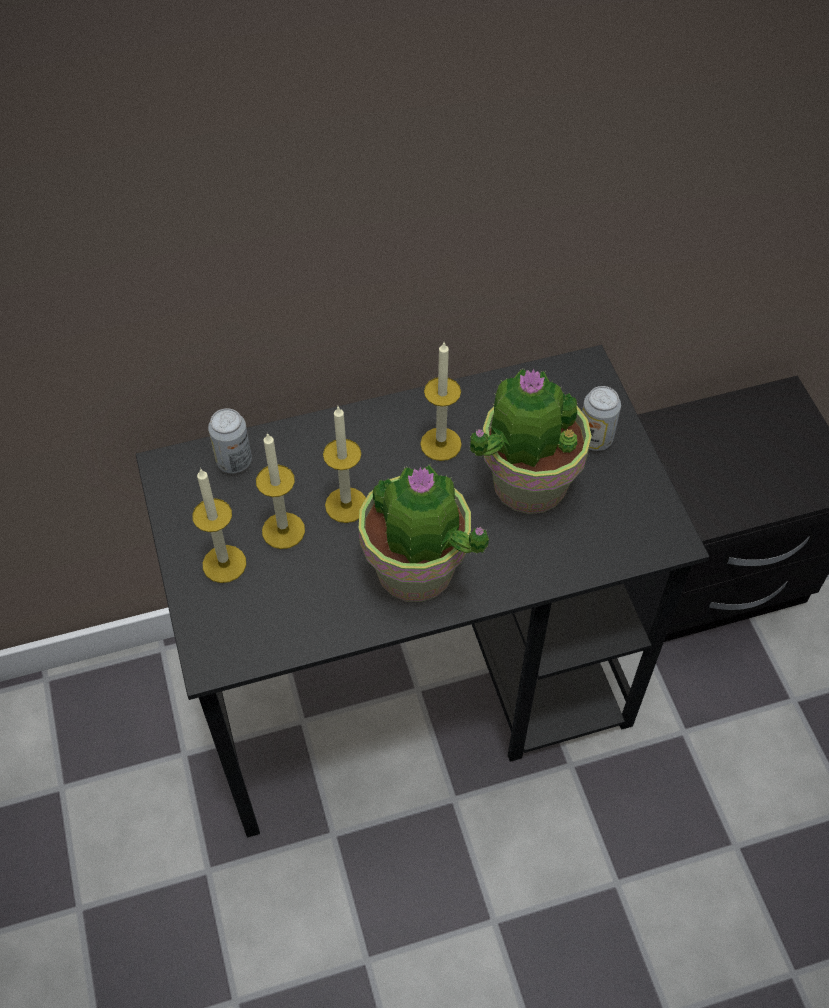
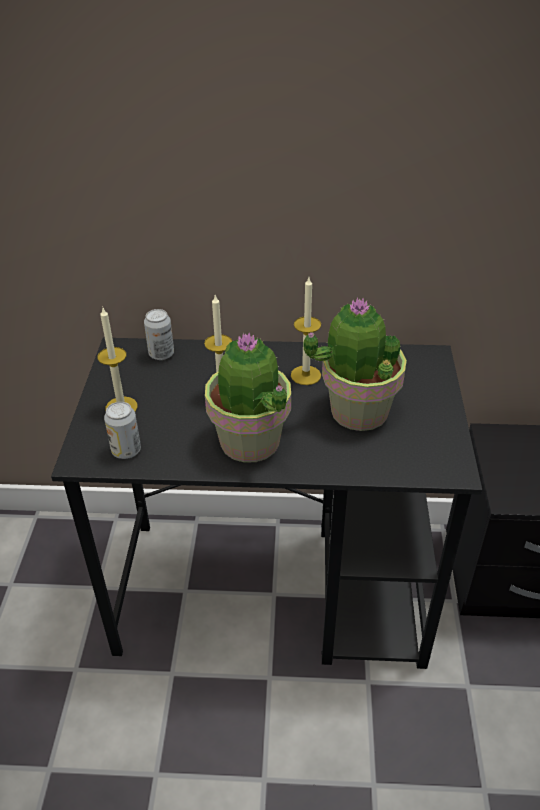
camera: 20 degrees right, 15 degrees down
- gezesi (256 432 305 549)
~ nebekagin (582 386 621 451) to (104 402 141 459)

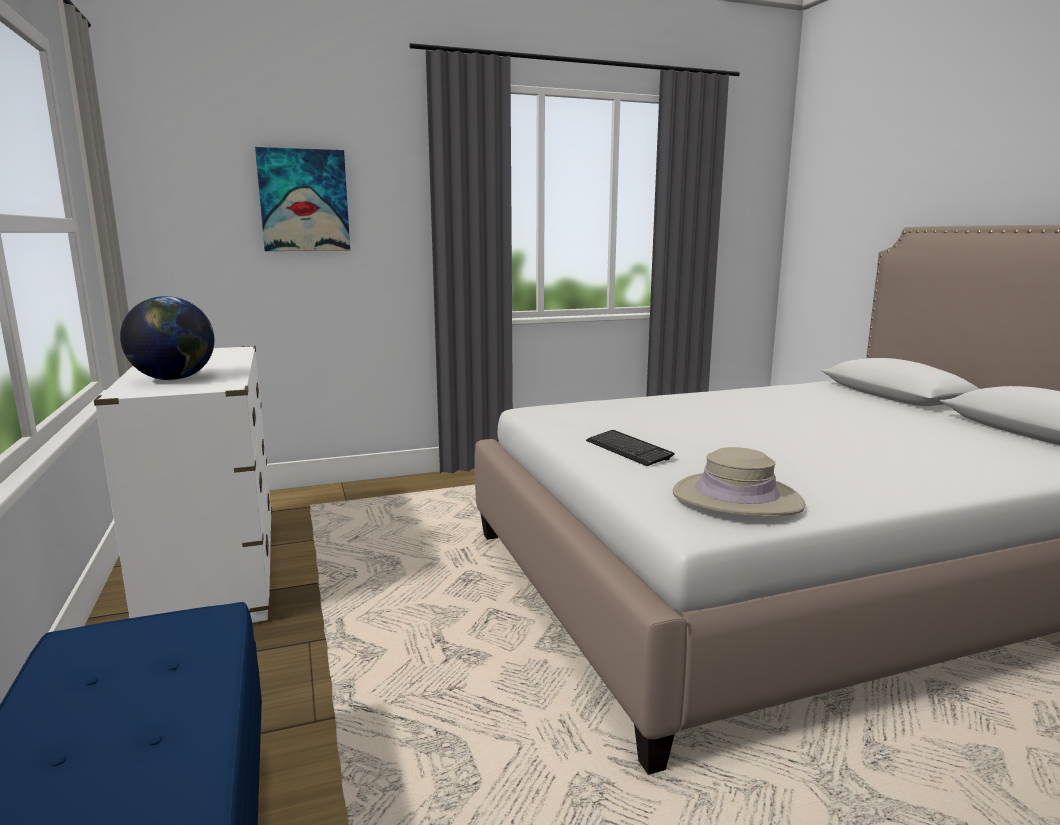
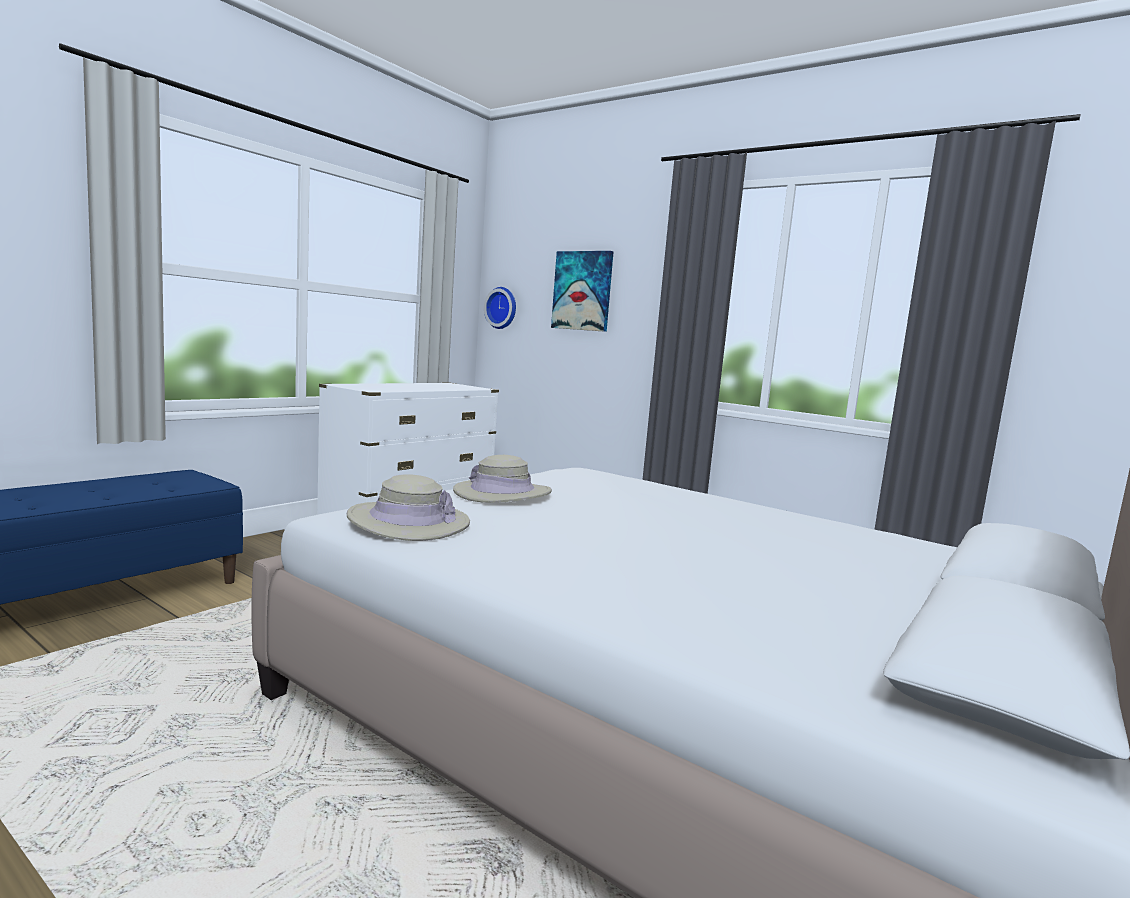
camera: 55 degrees right, 5 degrees down
- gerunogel (120 296 214 380)
~ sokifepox (586 430 675 466) to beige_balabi (453 455 552 503)
+ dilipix (484 287 516 329)

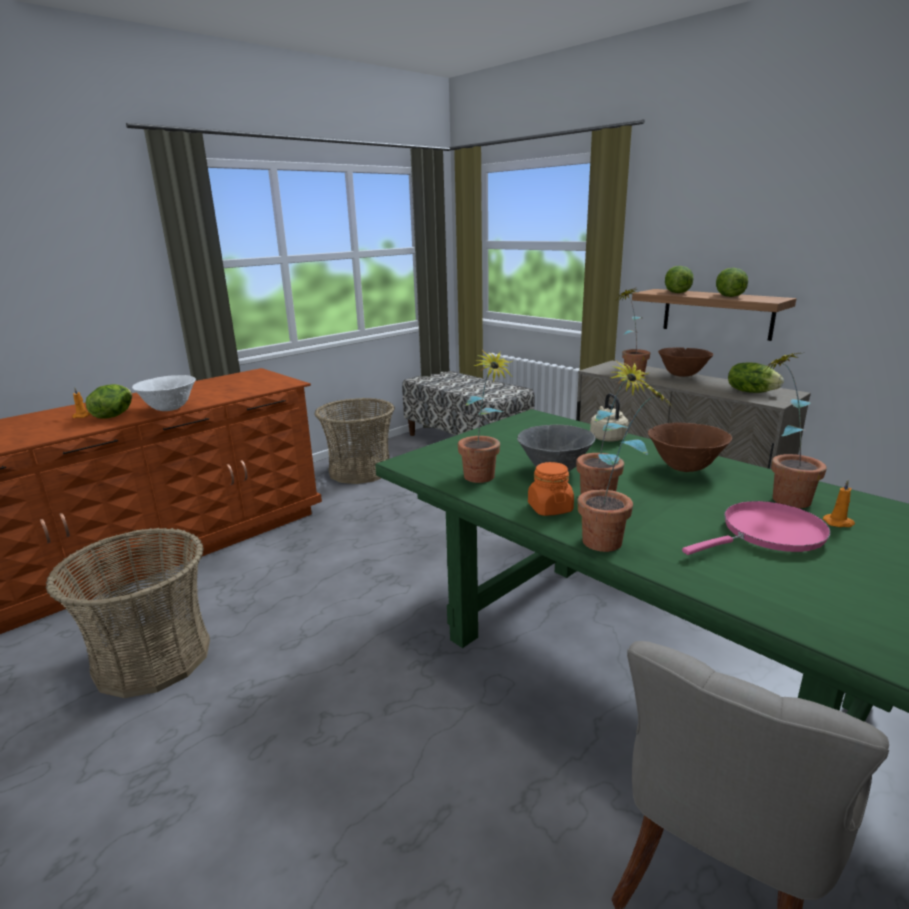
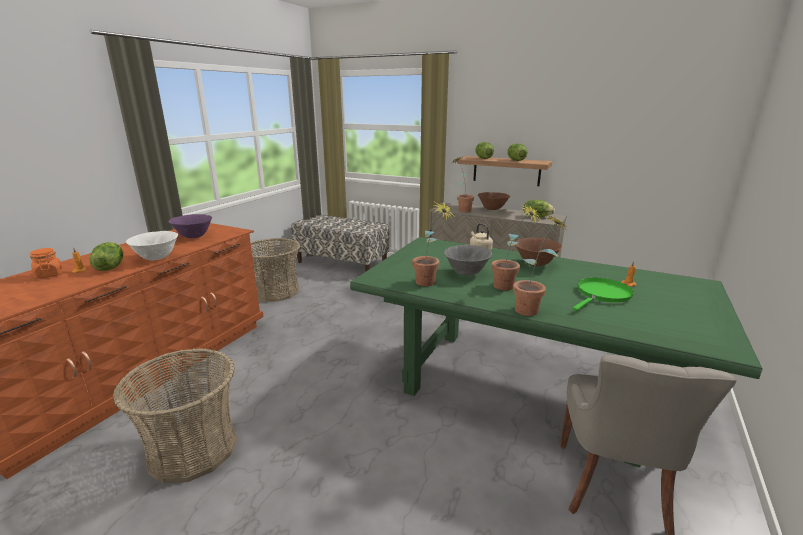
camera: 20 degrees left, 0 degrees up
~ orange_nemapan (528 462 574 516) to (30 248 62 279)
~ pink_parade (682 501 831 555) to green_parade (573 278 634 311)
- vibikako (761 352 827 508)
+ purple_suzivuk (168 214 212 238)

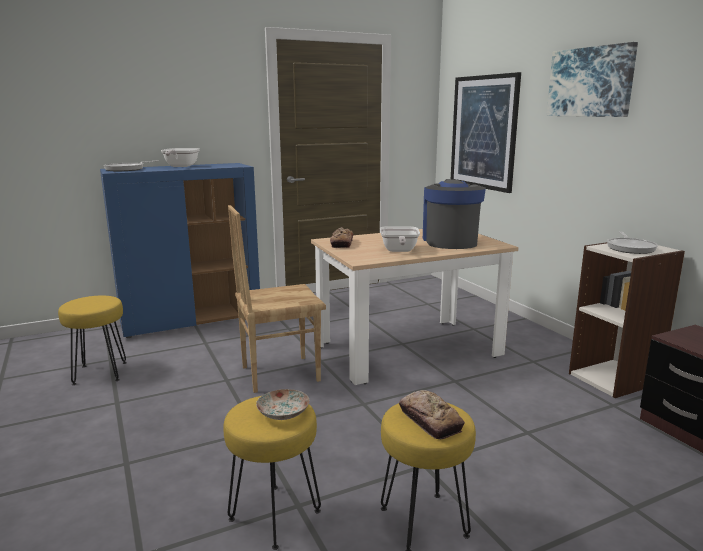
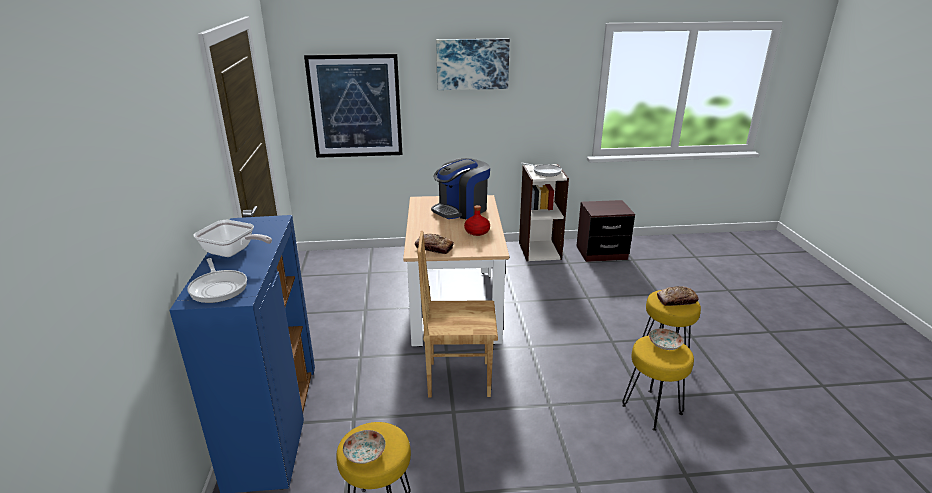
camera: 70 degrees left, 10 degrees up
~ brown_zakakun (228 205 326 393) = (418 231 498 398) 90 degrees clockwise
~ parade (380 226 420 252) to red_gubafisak (464 205 490 236)
~ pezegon (423 179 486 249) = (431 158 490 219) 60 degrees counterclockwise
+ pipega (343 430 386 464)

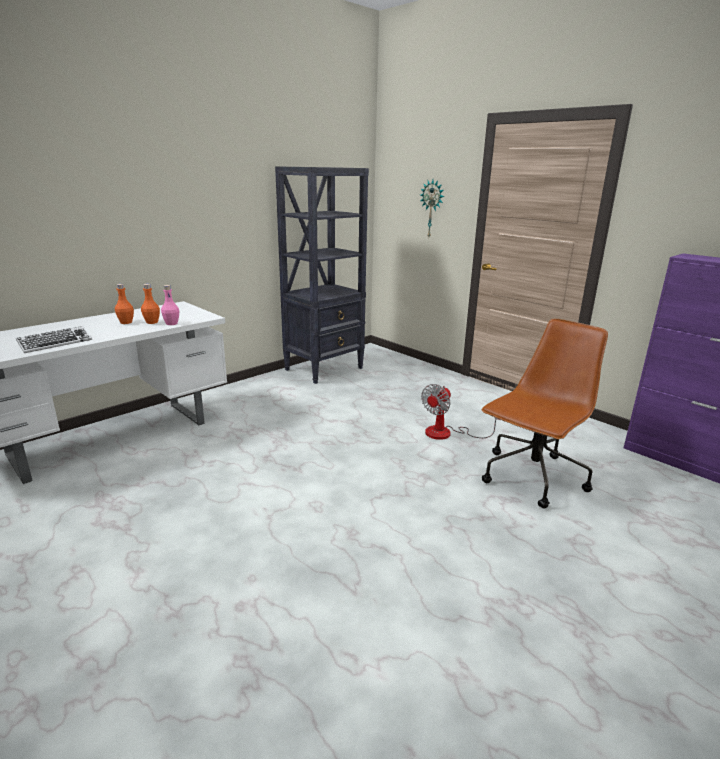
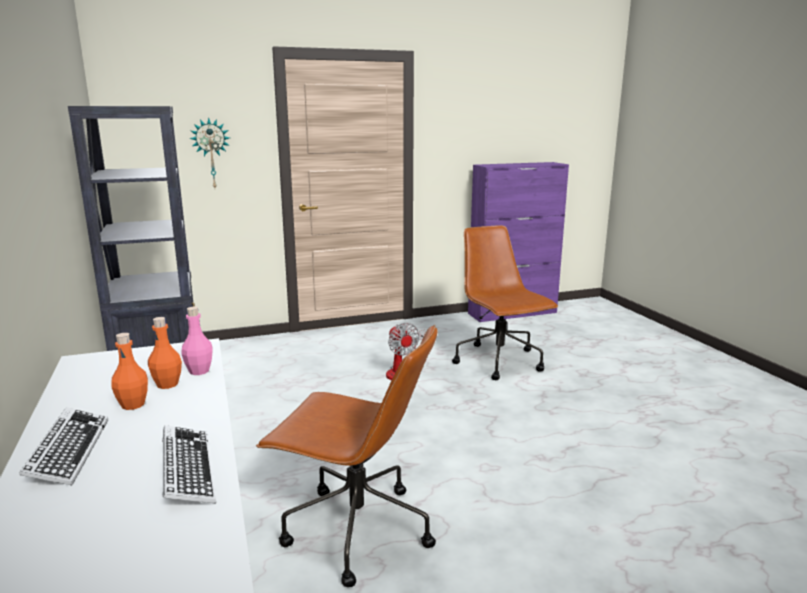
camera: 65 degrees left, 5 degrees down
+ sokifepox (19 407 108 485)
+ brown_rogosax (256 324 438 587)

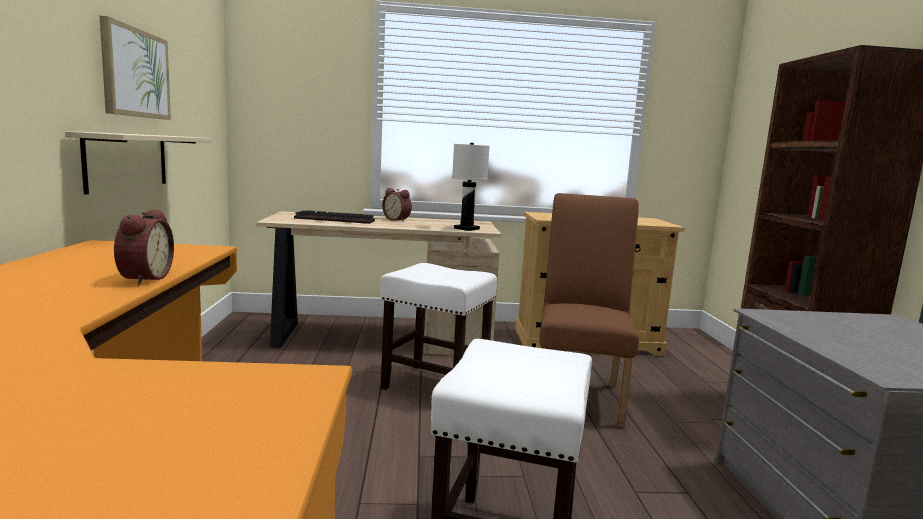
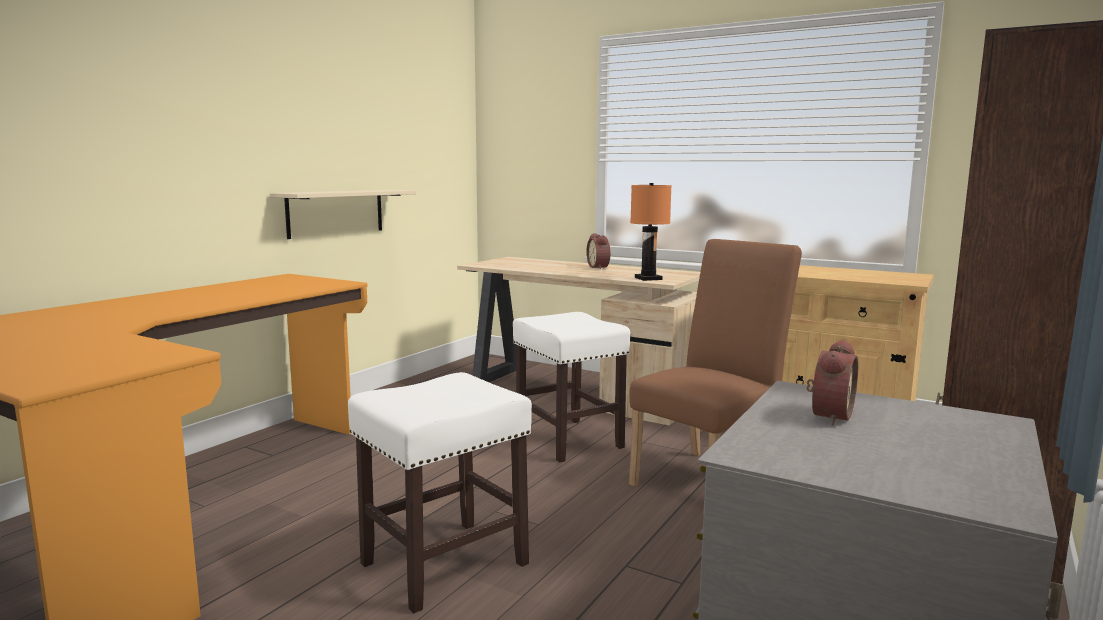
camera: 35 degrees right, 0 degrees up
- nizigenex (99 15 171 120)
~ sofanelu (114 209 174 285) to (806 340 858 425)
- sokifepox (294 210 375 224)
~ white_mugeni (452 143 490 231) to orange_mugeni (630 183 672 281)

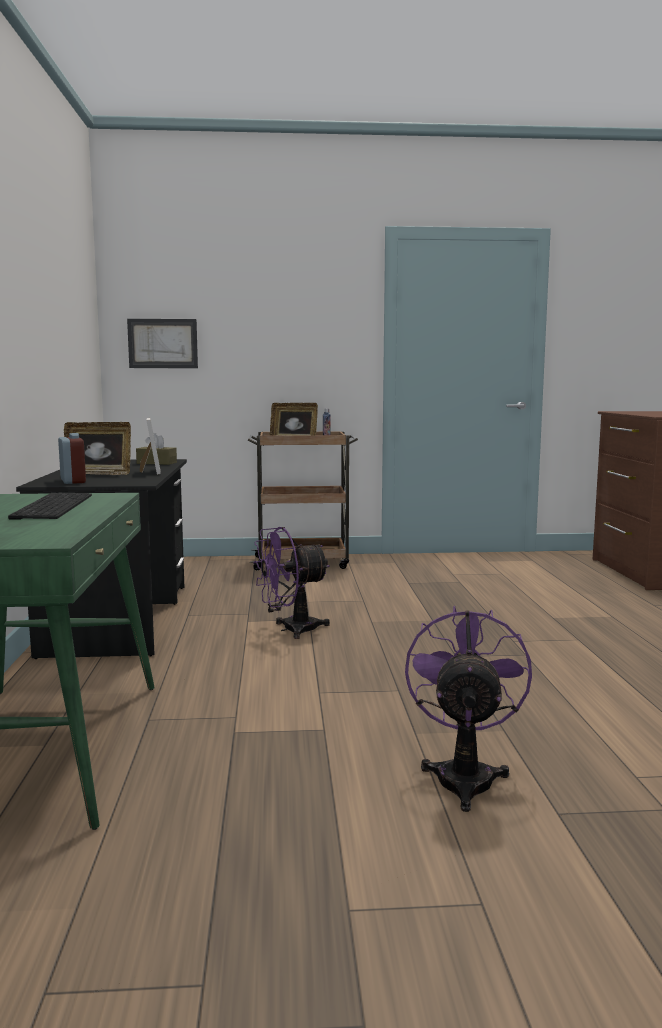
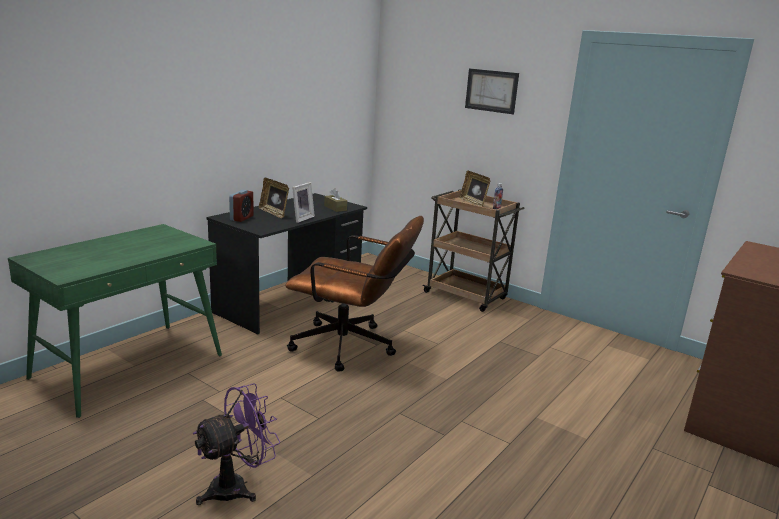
camera: 40 degrees right, 10 degrees up
- sokifepox (8 493 92 520)
~ nizigenex (127 319 198 368) to (465 69 519 114)
~ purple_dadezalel (253 527 330 639) to brown_rogosax (285 216 424 372)

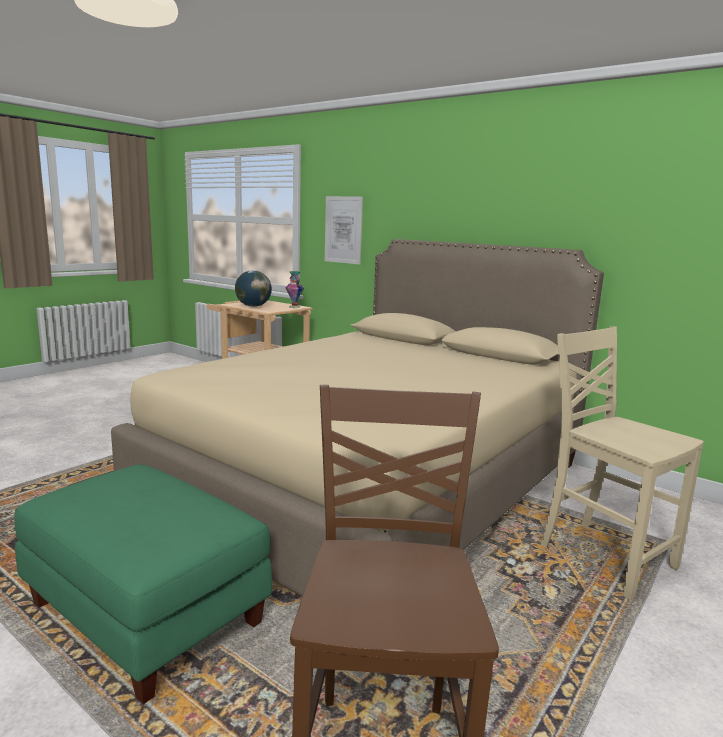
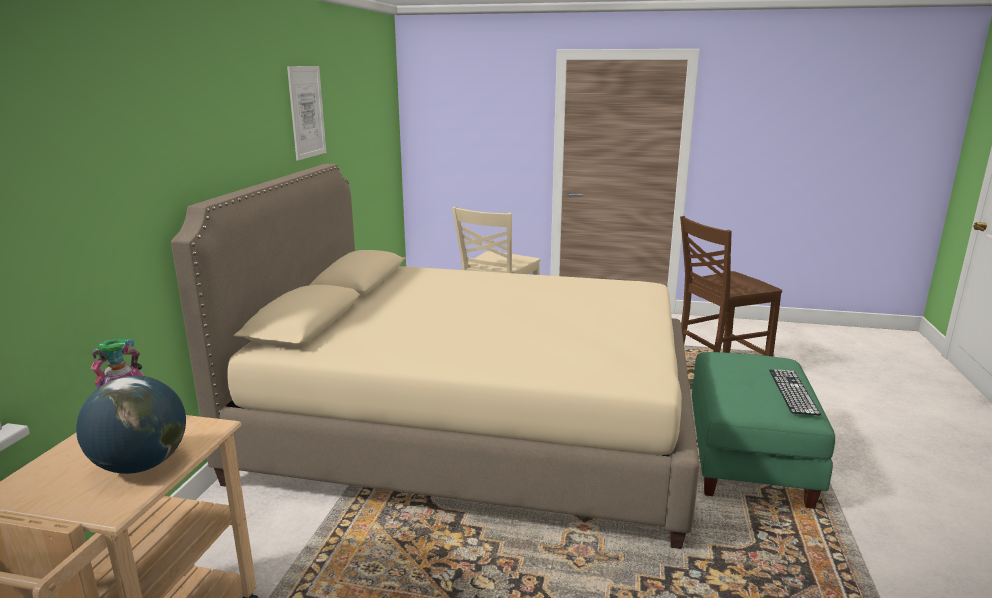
camera: 115 degrees left, 5 degrees up
~ nizigenex (325 196 363 264) to (287 66 326 160)
+ sokifepox (769 369 821 415)

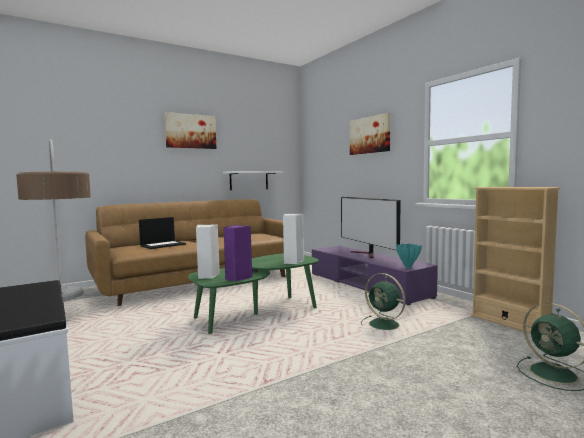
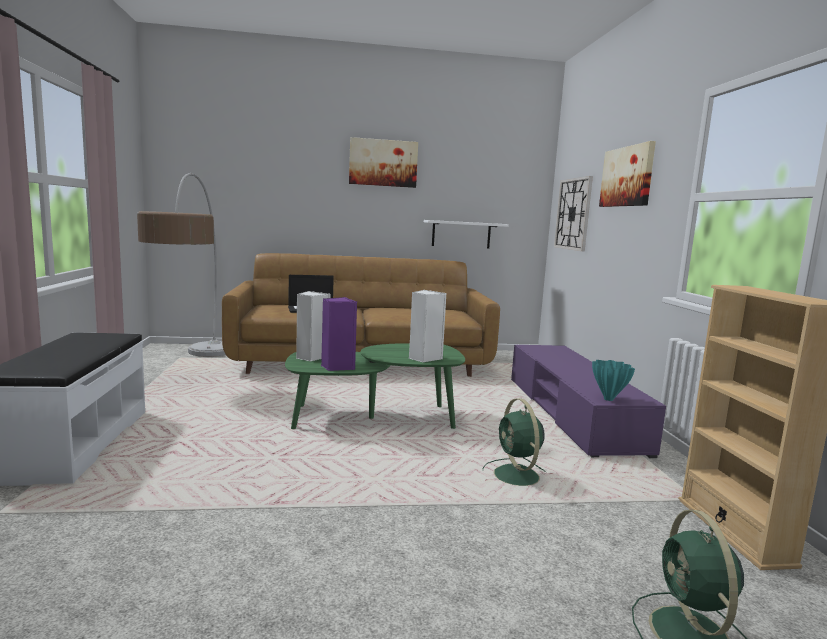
camera: 25 degrees right, 5 degrees up
- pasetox (341 197 400 258)
+ dilipix (554 176 593 251)

